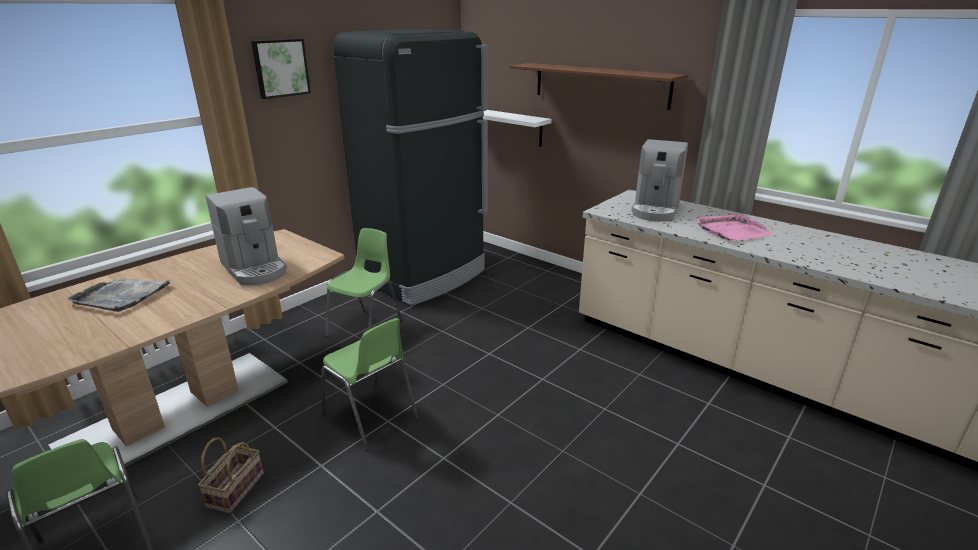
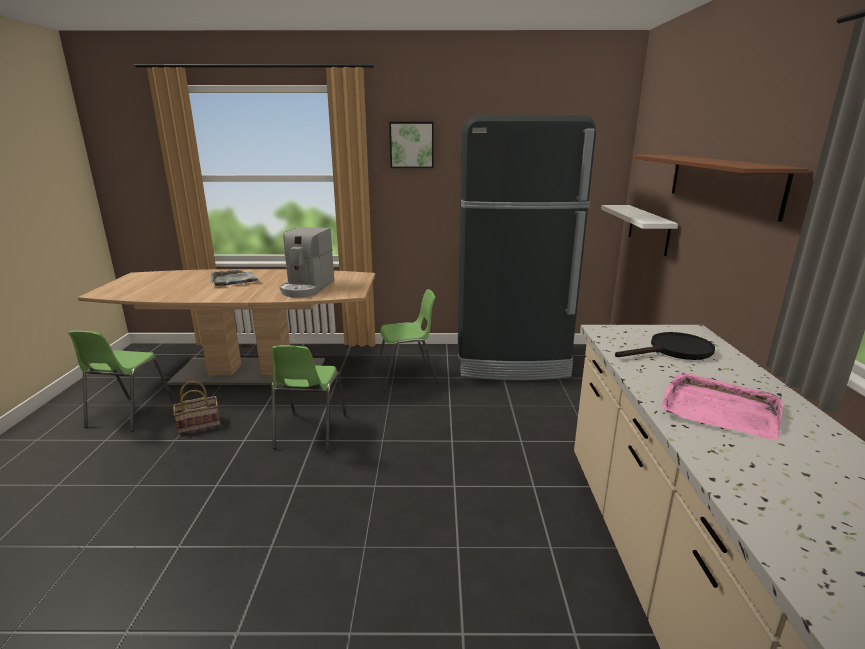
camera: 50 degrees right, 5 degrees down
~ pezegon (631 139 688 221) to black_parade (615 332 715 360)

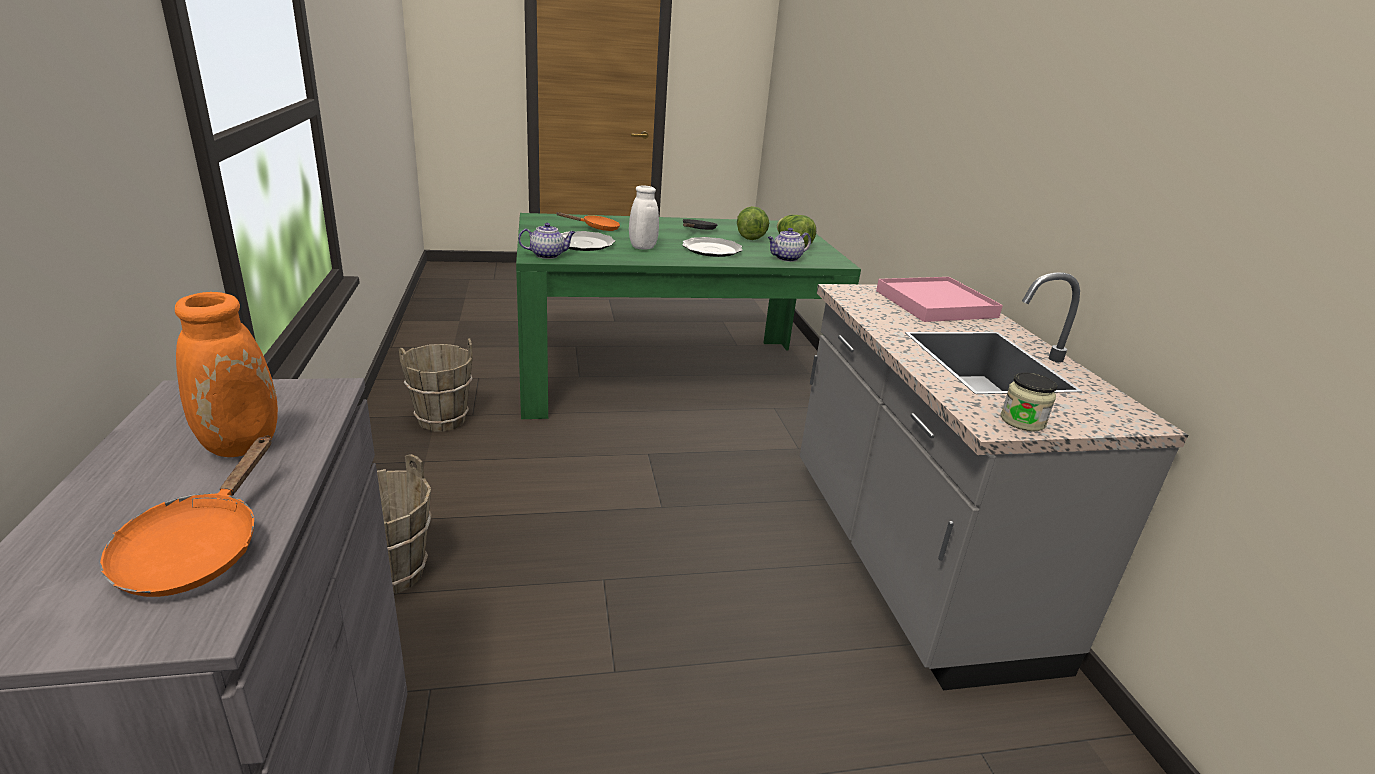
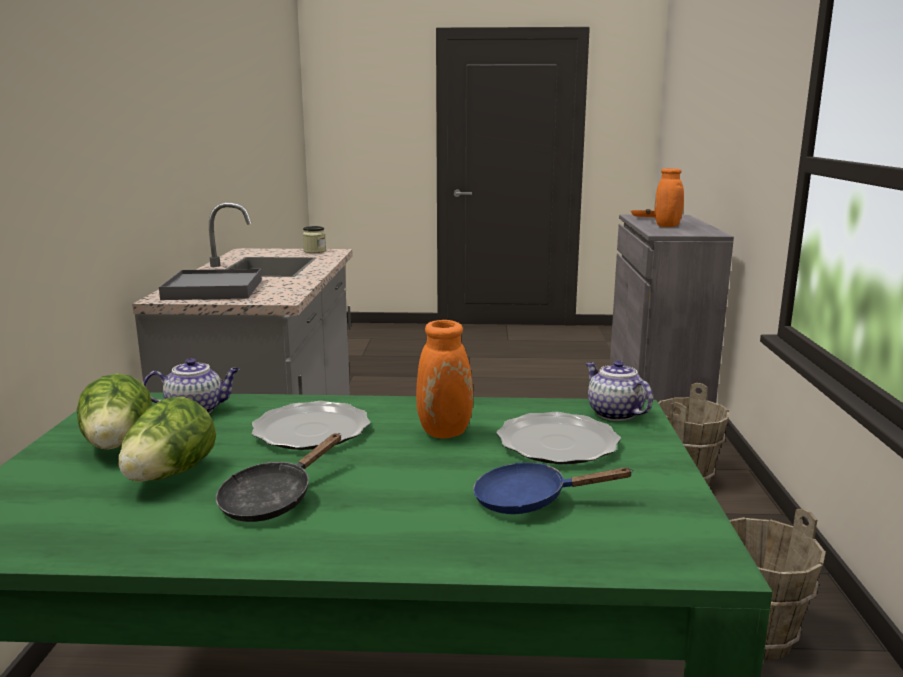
camera: 165 degrees left, 10 degrees down
~ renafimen (518 223 576 259) = (586 360 653 421) 60 degrees clockwise
~ orange_parade (557 212 620 231) to blue_parade (473 462 634 514)
~ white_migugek (629 186 659 250) to orange_migugek (416 320 473 438)
~ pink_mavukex (876 277 1003 322) to grey_mavukex (159 269 262 300)

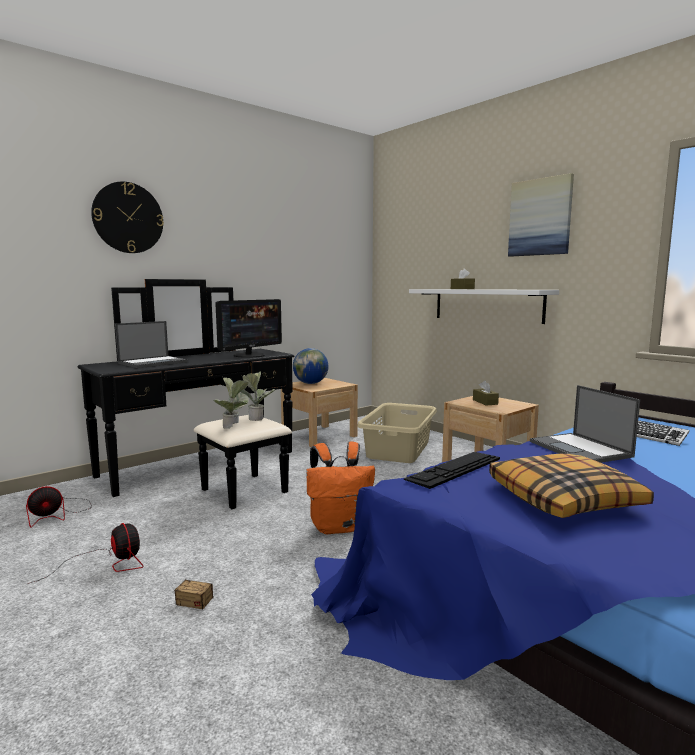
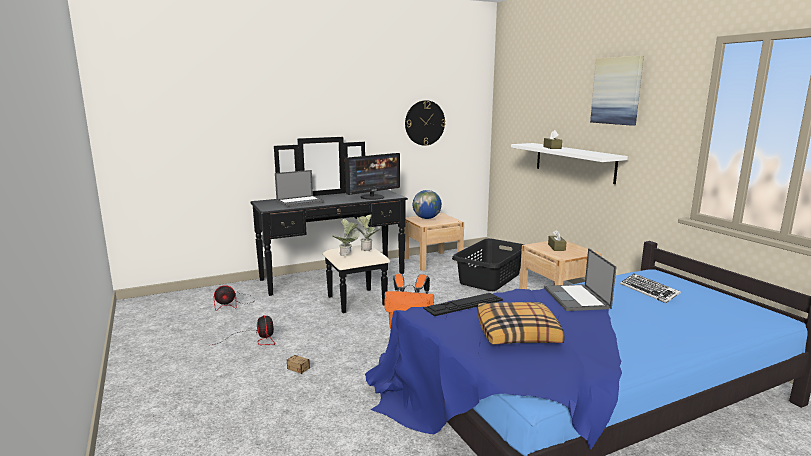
camera: 15 degrees right, 5 degrees up
~ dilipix (91 182 164 253) to (405 100 445 146)
~ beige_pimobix (357 403 437 463) to black_pimobix (452 238 524 291)

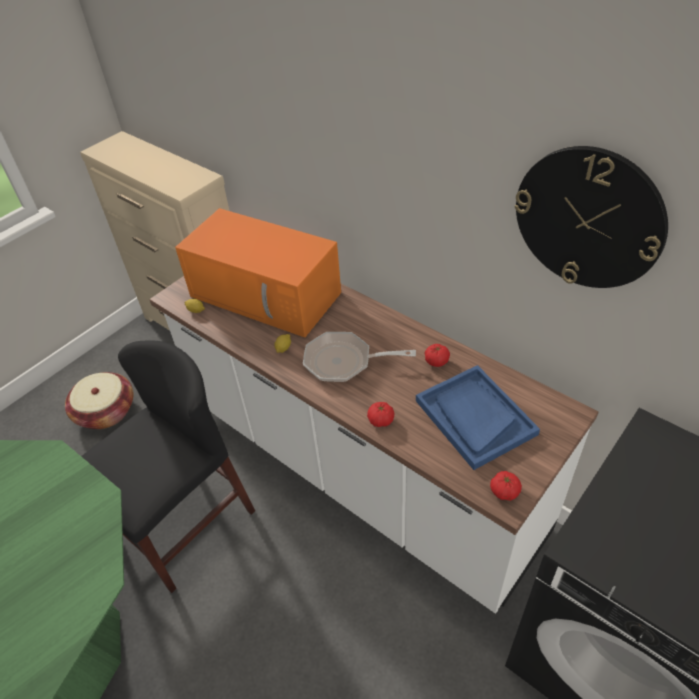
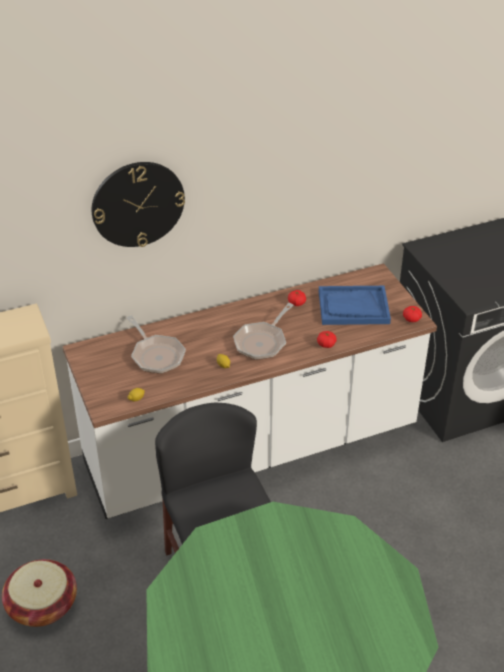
camera: 65 degrees left, 5 degrees down
~ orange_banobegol (175 208 341 338) to parade (127 315 186 374)
~ dilipix (515 146 668 288) to (92 162 185 247)

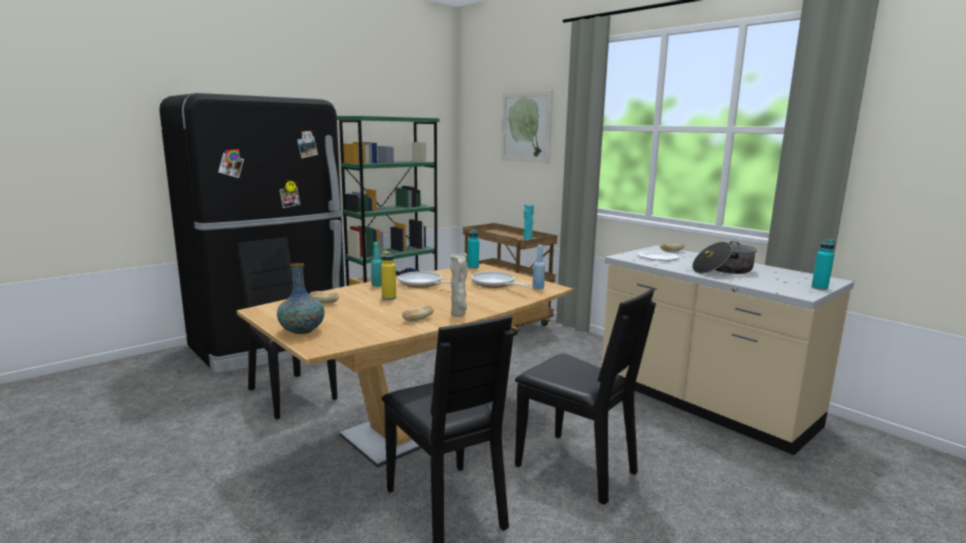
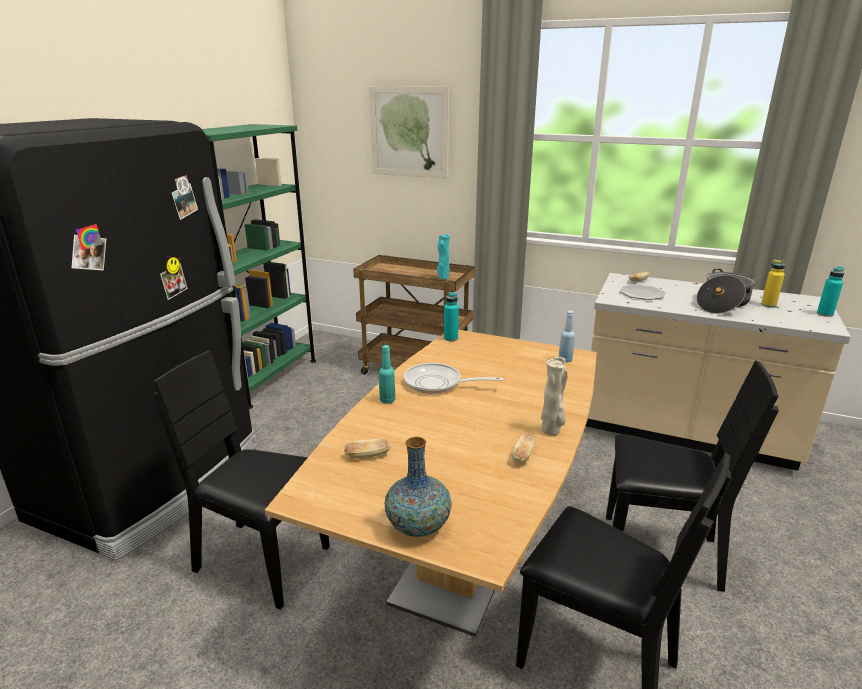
camera: 25 degrees left, 10 degrees up
~ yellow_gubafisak (381 251 396 300) to (761 260 785 308)
- parade (471 272 530 288)

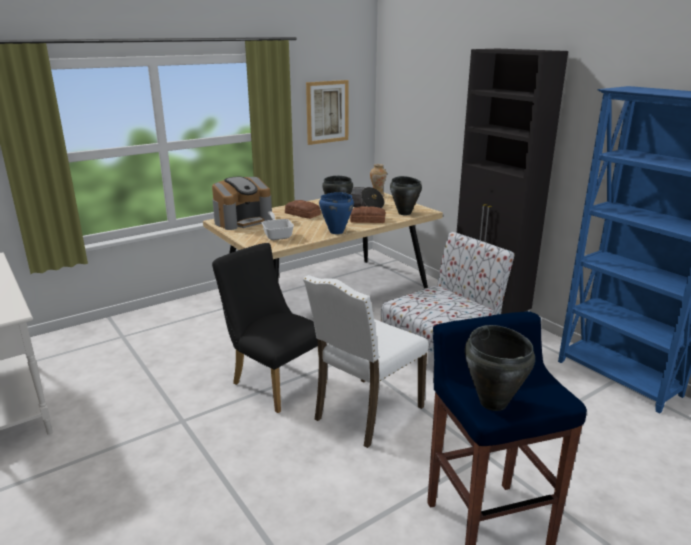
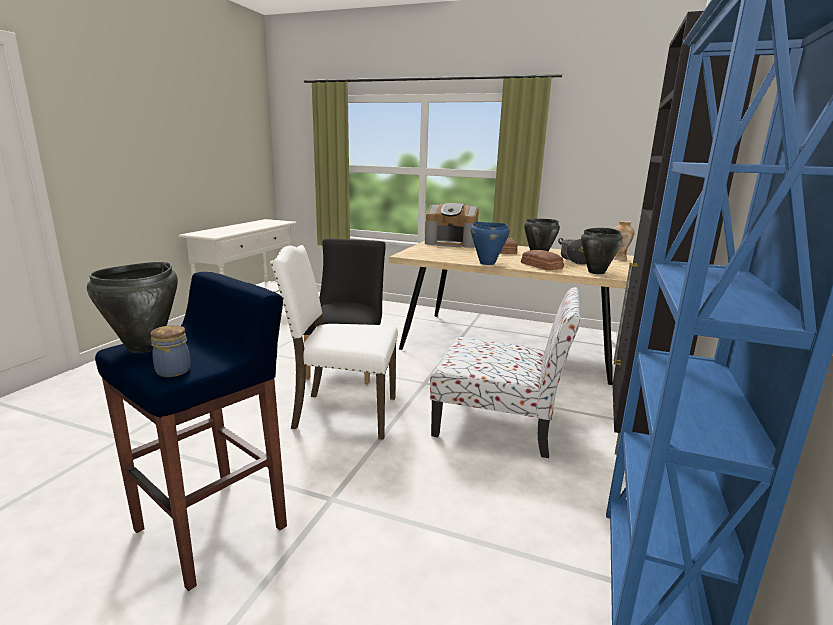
camera: 55 degrees right, 5 degrees down
- parade (262 211 294 240)
- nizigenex (306 80 348 145)
+ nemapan (150 325 191 377)

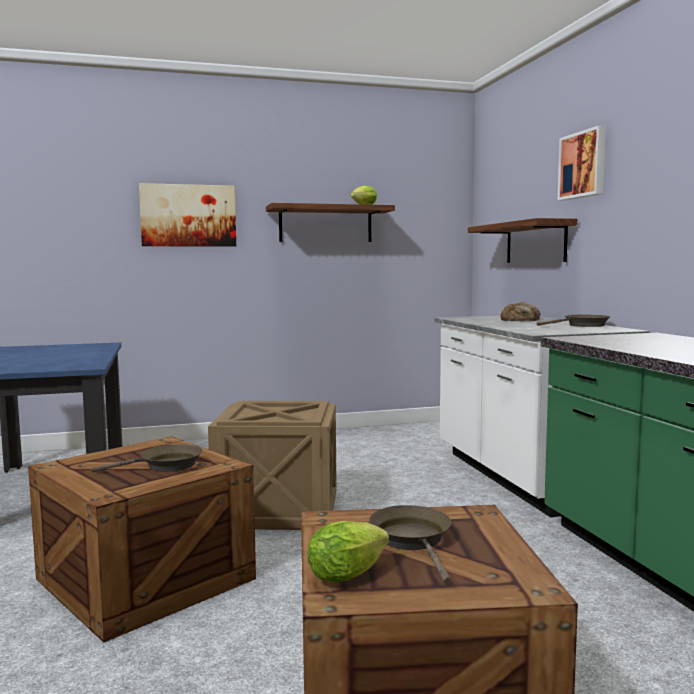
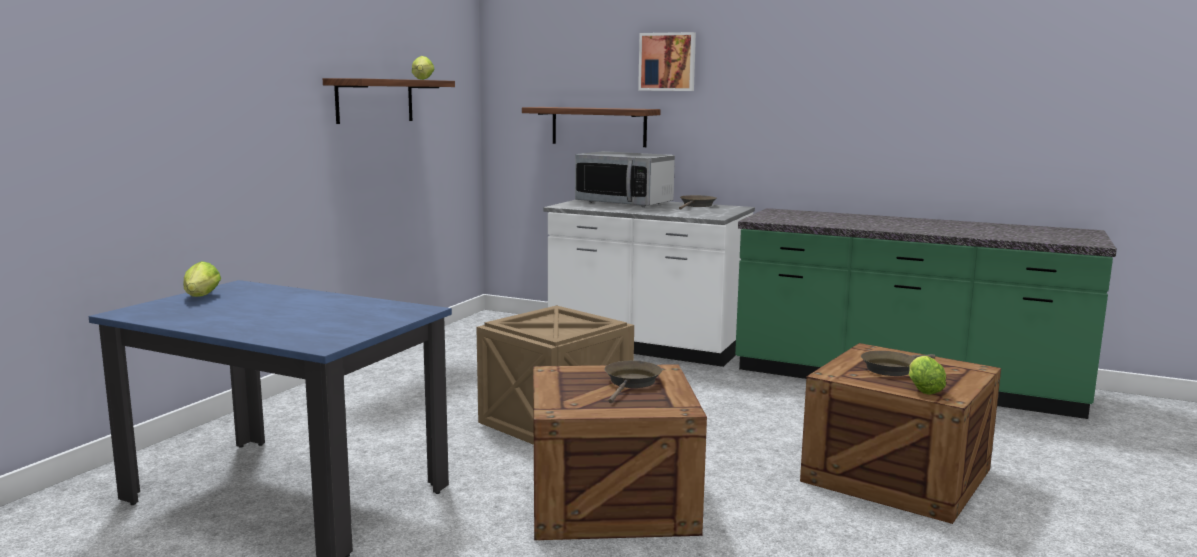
camera: 50 degrees left, 5 degrees up
- nizigenex (139 183 236 246)
~ brown_parade (369 505 451 584) = (861 351 935 376) 60 degrees counterclockwise
~ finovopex (500 302 540 322) to banobegol (575 151 675 207)
+ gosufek (183 261 221 297)

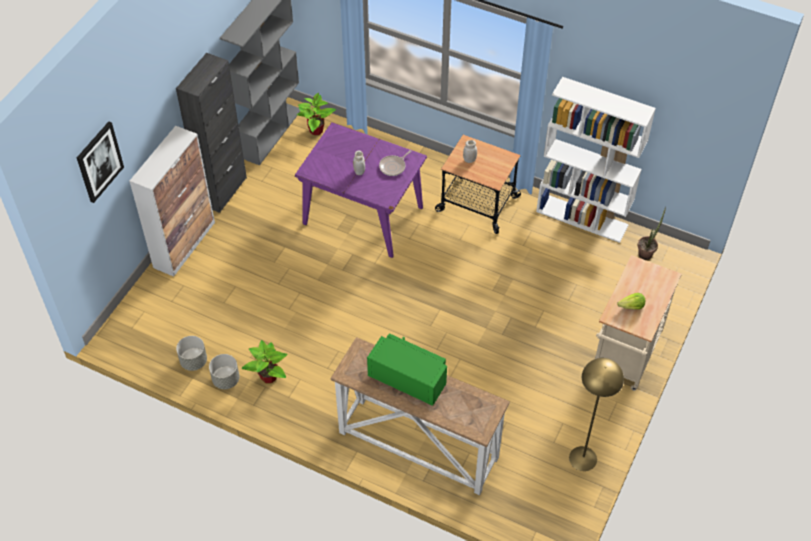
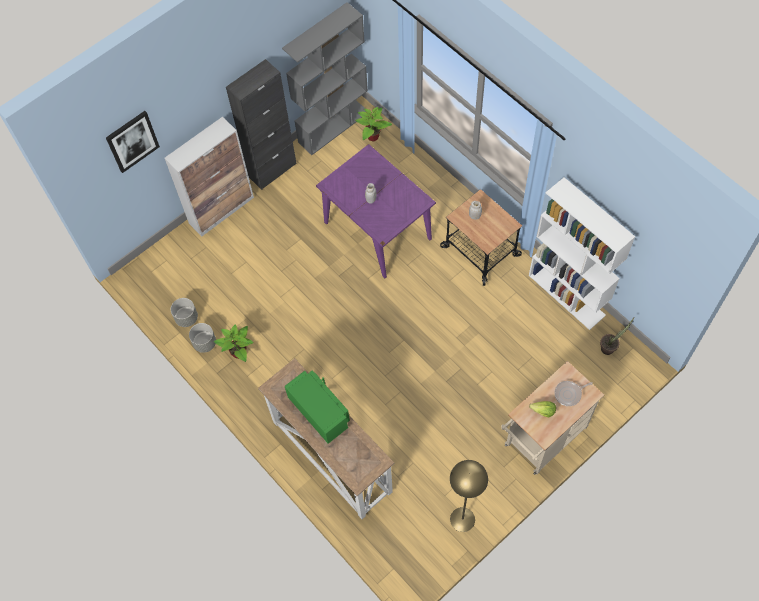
camera: 25 degrees right, 10 degrees up
~ parade (379 150 412 176) to (554 381 593 406)

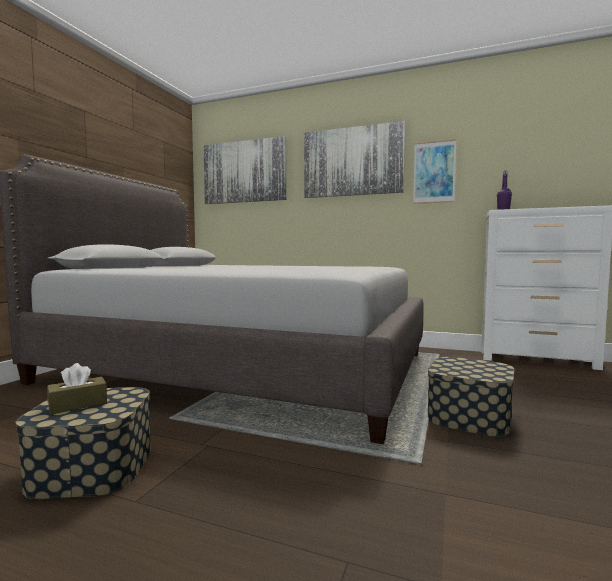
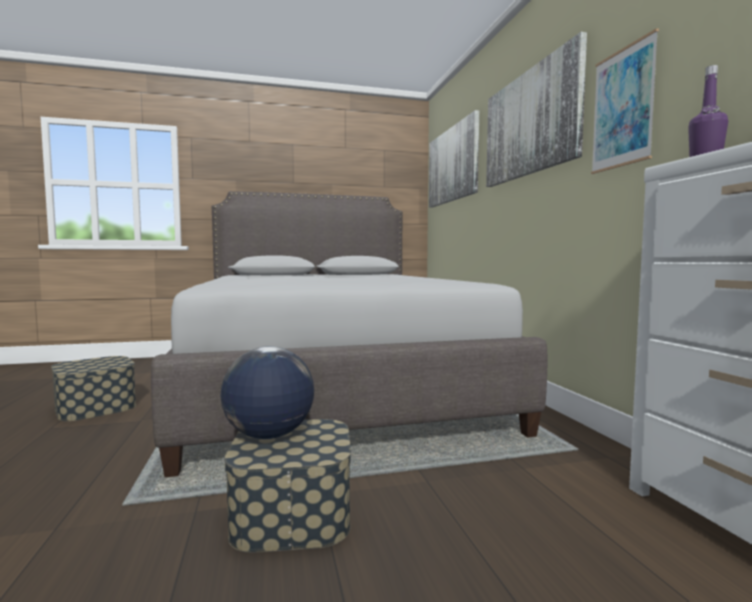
camera: 55 degrees right, 0 degrees up
- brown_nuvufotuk (47 363 107 415)
+ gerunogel (221 346 314 439)

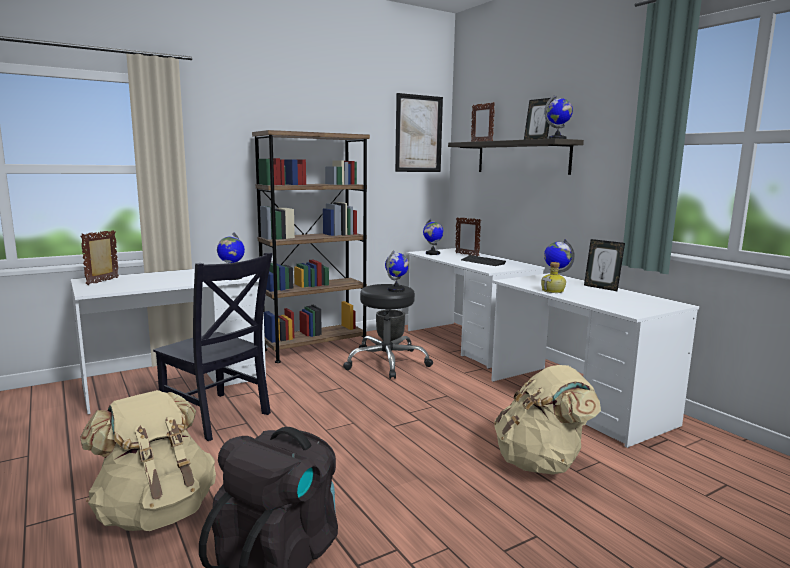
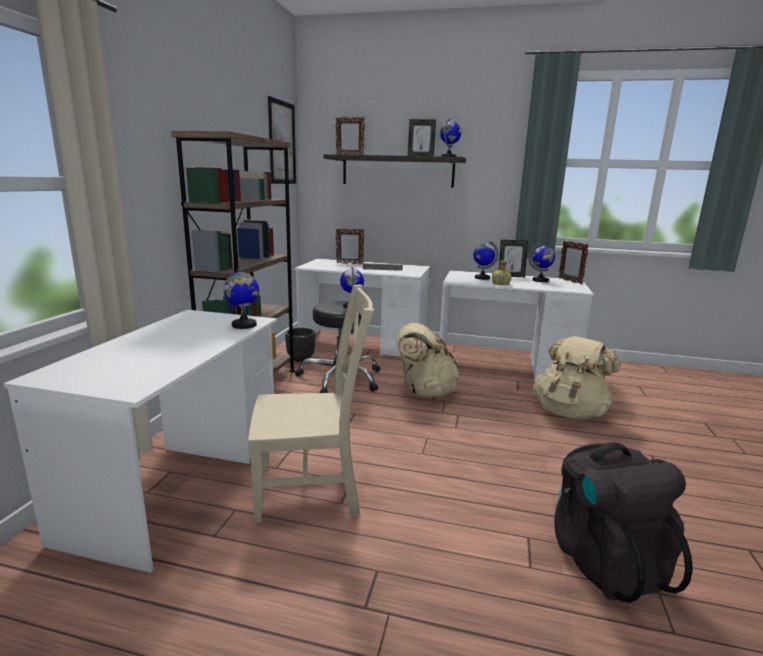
camera: 45 degrees left, 5 degrees up
~ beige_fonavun (80 390 216 531) to (397 323 460 398)
~ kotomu (81 230 119 285) to (559 241 589 284)
~ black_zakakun (153 252 273 441) to beige_zakakun (248 284 374 523)
~ gerunogel (423 219 444 255) to (529 243 555 282)

